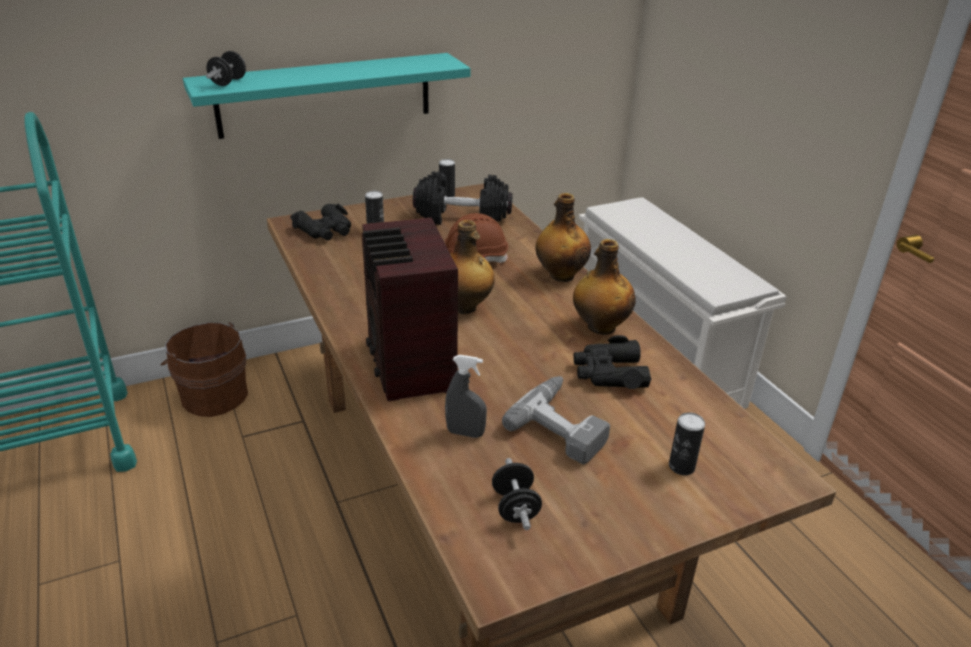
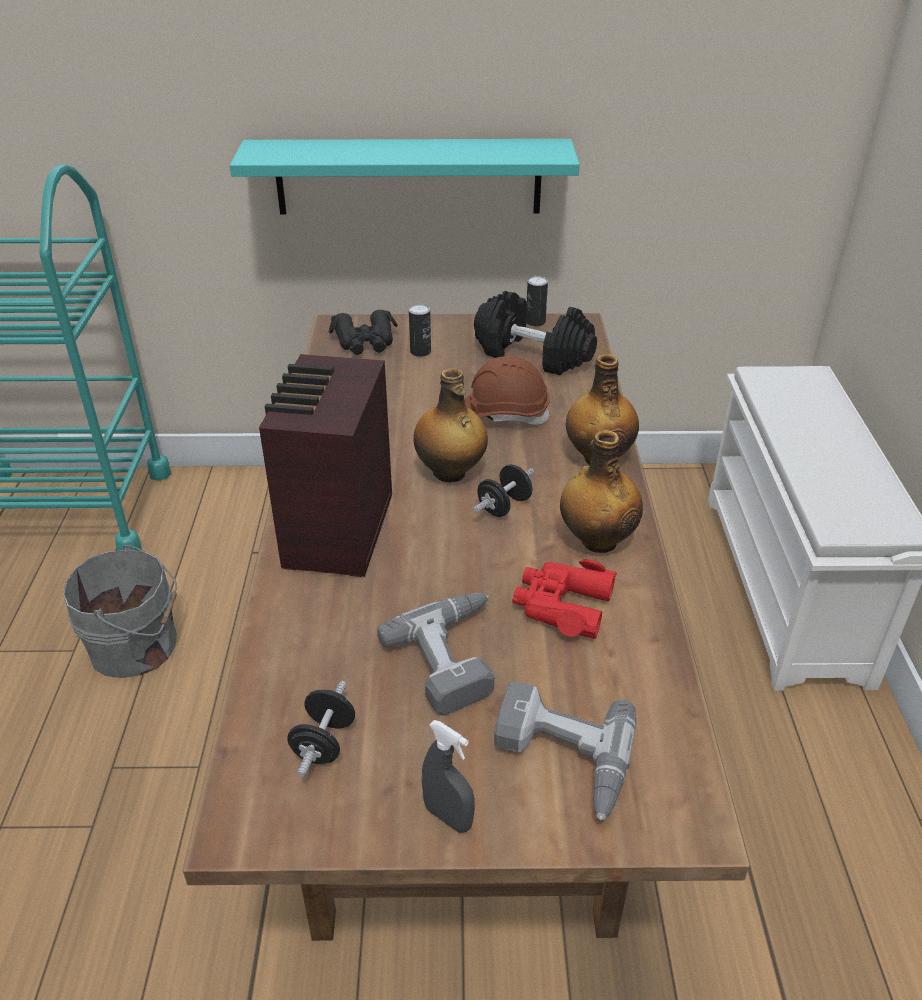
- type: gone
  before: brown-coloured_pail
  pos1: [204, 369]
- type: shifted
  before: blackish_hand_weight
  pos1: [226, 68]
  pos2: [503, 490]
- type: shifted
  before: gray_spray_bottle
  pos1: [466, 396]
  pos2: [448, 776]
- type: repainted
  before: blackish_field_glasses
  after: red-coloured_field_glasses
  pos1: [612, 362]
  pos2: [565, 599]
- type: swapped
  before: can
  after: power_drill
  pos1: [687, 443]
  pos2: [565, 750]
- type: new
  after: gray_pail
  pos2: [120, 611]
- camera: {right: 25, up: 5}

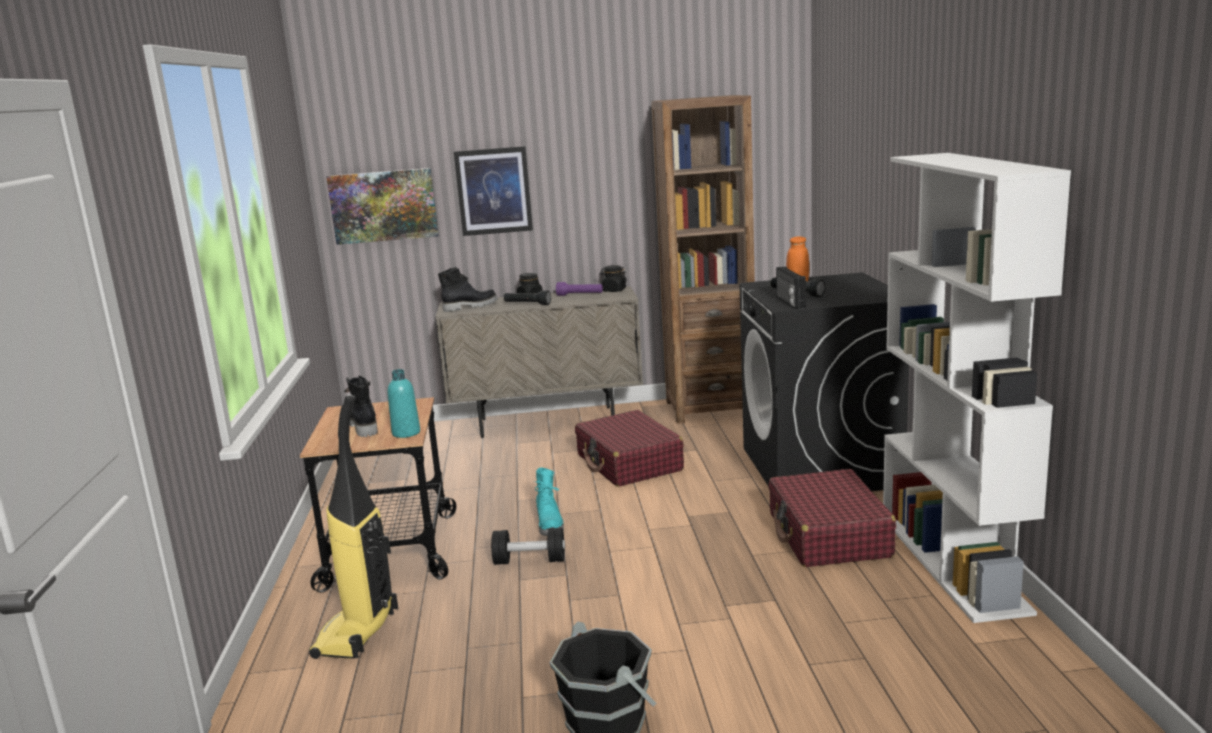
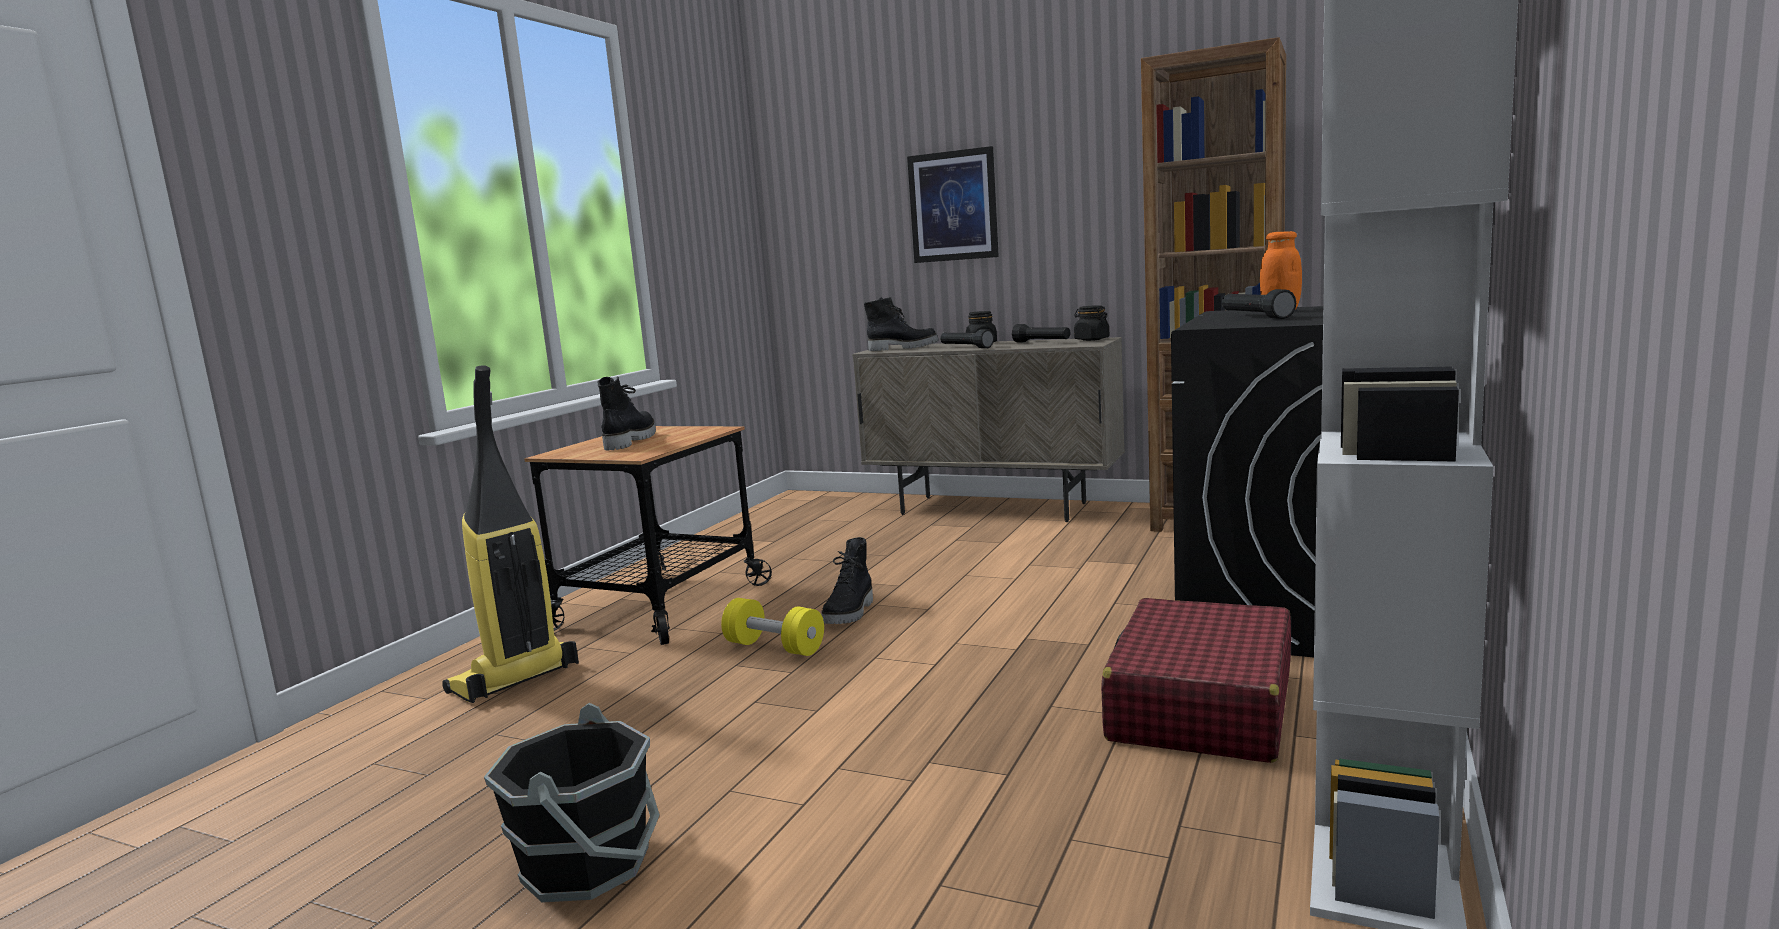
- type: gone
  before: picture
  pos1: [382, 206]
- type: gone
  before: blue-green_drink_bottle
  pos1: [404, 403]
- type: repainted
  before: blackish_hand_weight
  after: yellow_hand_weight
  pos1: [528, 546]
  pos2: [772, 627]
- type: repainted
  before: blue-green_tall_boot
  after: blackish_tall_boot
  pos1: [549, 502]
  pos2: [847, 580]
- type: repainted
  before: purple_flashlight
  after: blackish_flashlight
  pos1: [579, 289]
  pos2: [1041, 333]
- type: gone
  before: red-coloured_suitcase
  pos1: [629, 448]
- type: gone
  before: radio_set
  pos1: [791, 288]
- camera: {right: 30, up: -5}

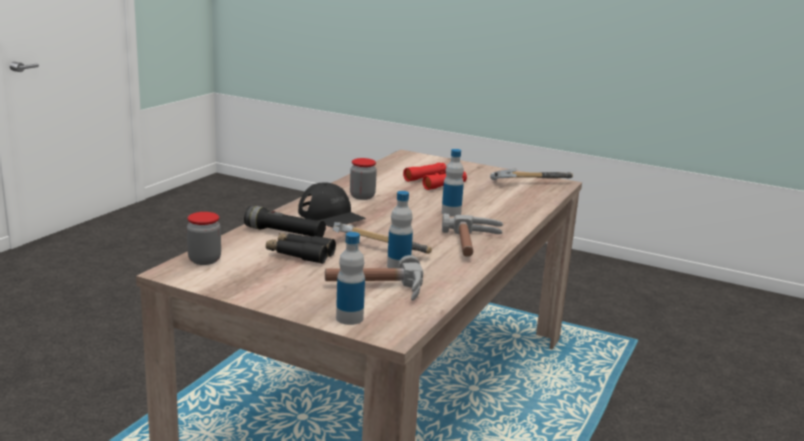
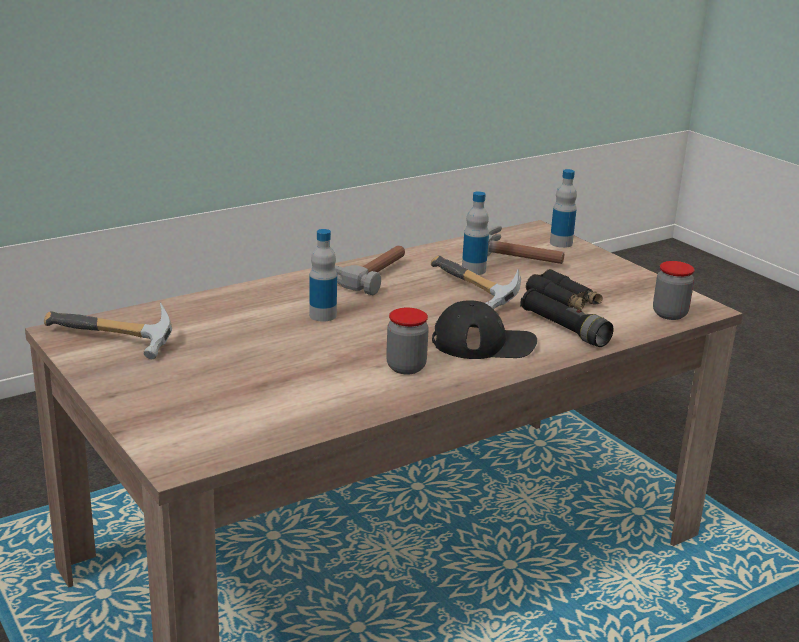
- type: rotated
  before: blackish_baseball_cap
  pos1: [332, 204]
  pos2: [484, 329]
  turn: 105
- type: gone
  before: red-coloured_field_glasses
  pos1: [435, 176]
- camera: {right: -150, up: 5}

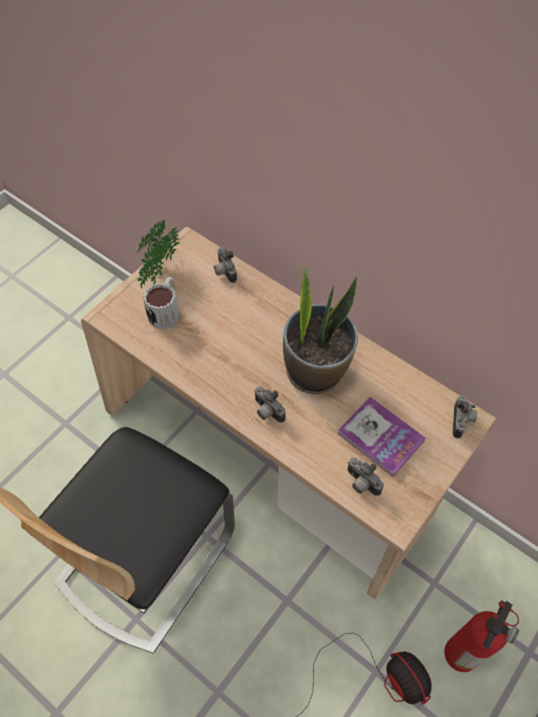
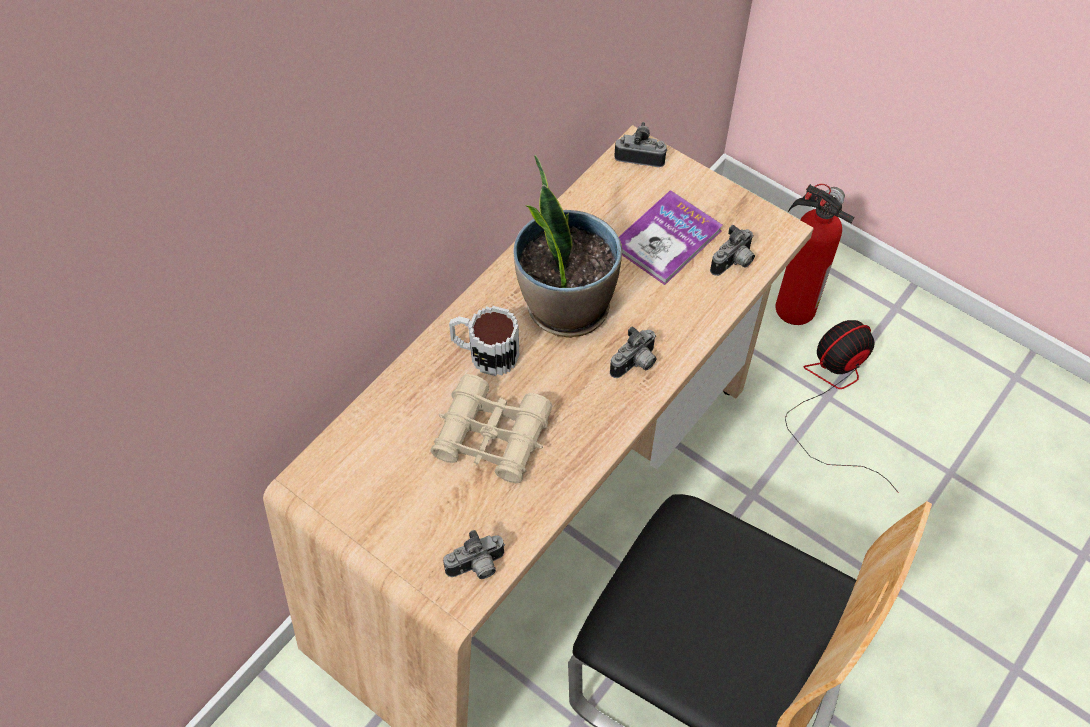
- type: gone
  before: houseplant
  pos1: [158, 254]
- type: shifted
  before: coffee_mug
  pos1: [161, 303]
  pos2: [484, 341]
- type: shifted
  before: photo_camera
  pos1: [225, 264]
  pos2: [474, 554]
- type: new
  after: beige_field_glasses
  pos2: [491, 428]
- camera: {right: -90, up: 0}

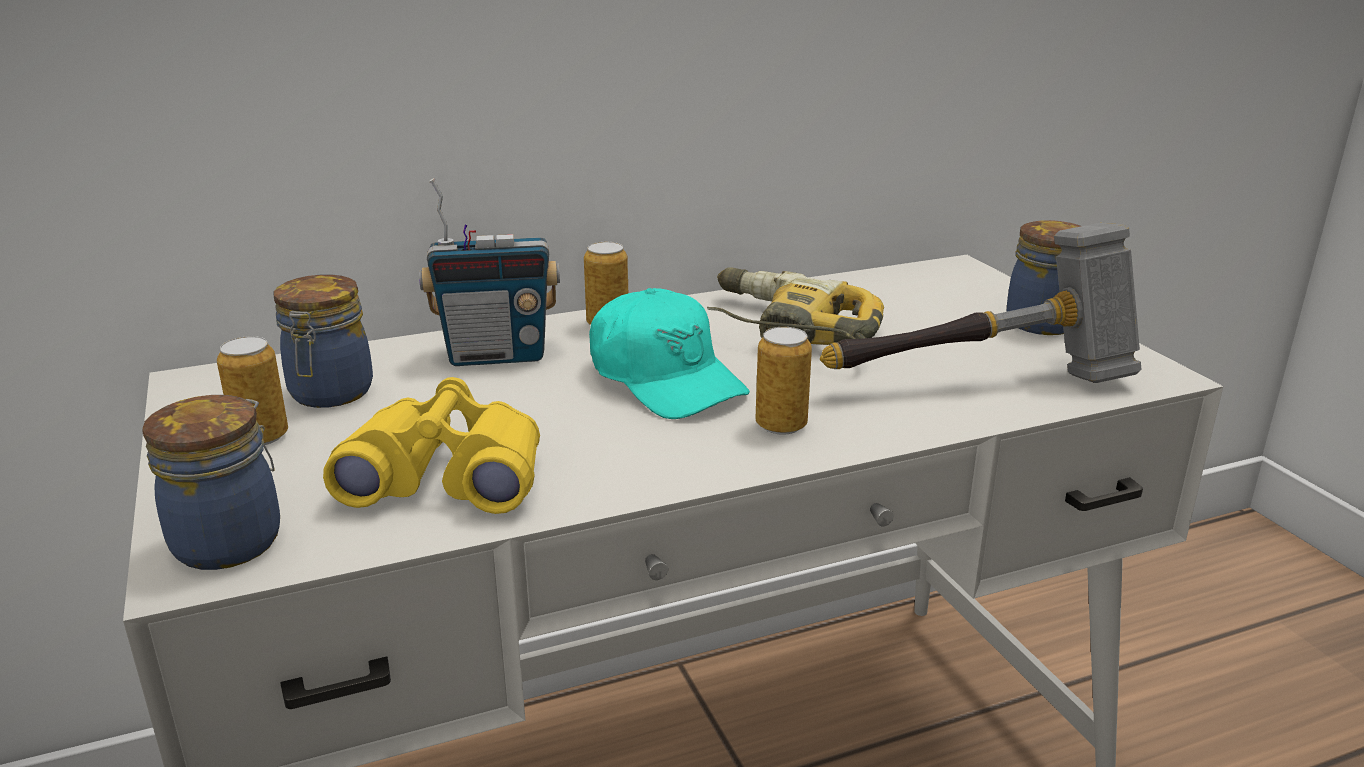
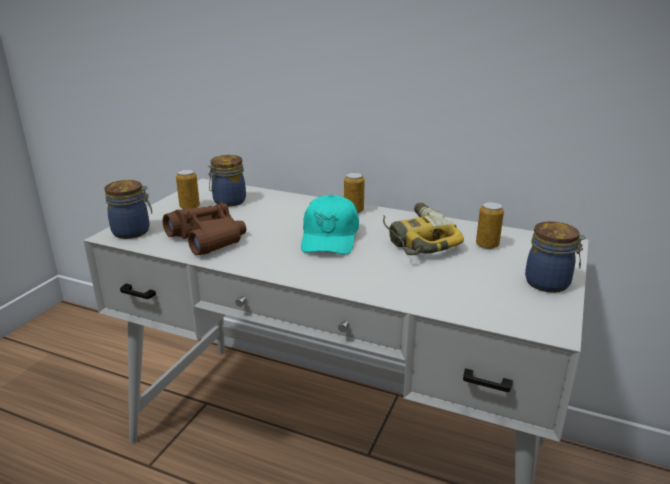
- type: repainted
  before: yellow_field_glasses
  after: brown-coloured_field_glasses
  pos1: [431, 445]
  pos2: [204, 228]
- type: gone
  before: radio_set
  pos1: [489, 272]
- type: shifted
  before: can
  pos1: [783, 381]
  pos2: [490, 225]
- type: gone
  before: hammer
  pos1: [980, 303]
- camera: {right: 45, up: 0}

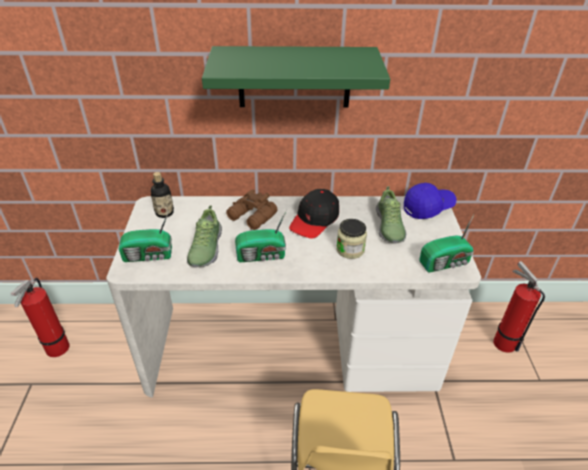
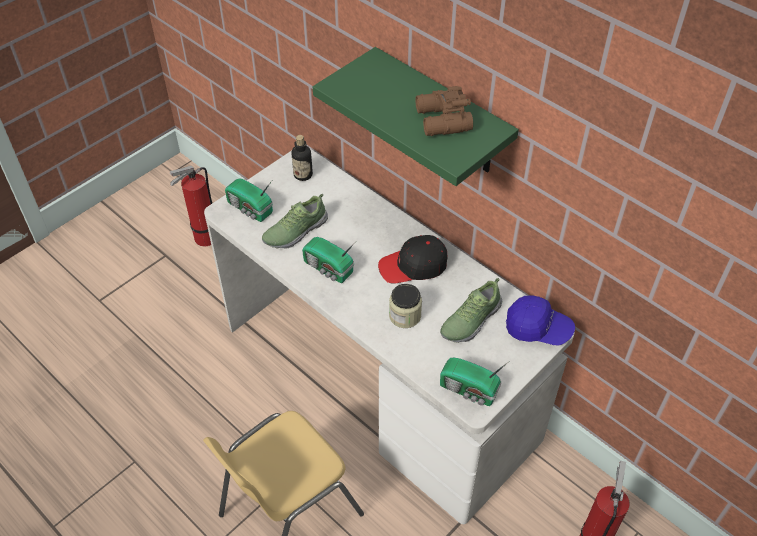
- type: shifted
  before: brown-coloured_field_glasses
  pos1: [252, 209]
  pos2: [444, 111]
- camera: {right: 45, up: 10}

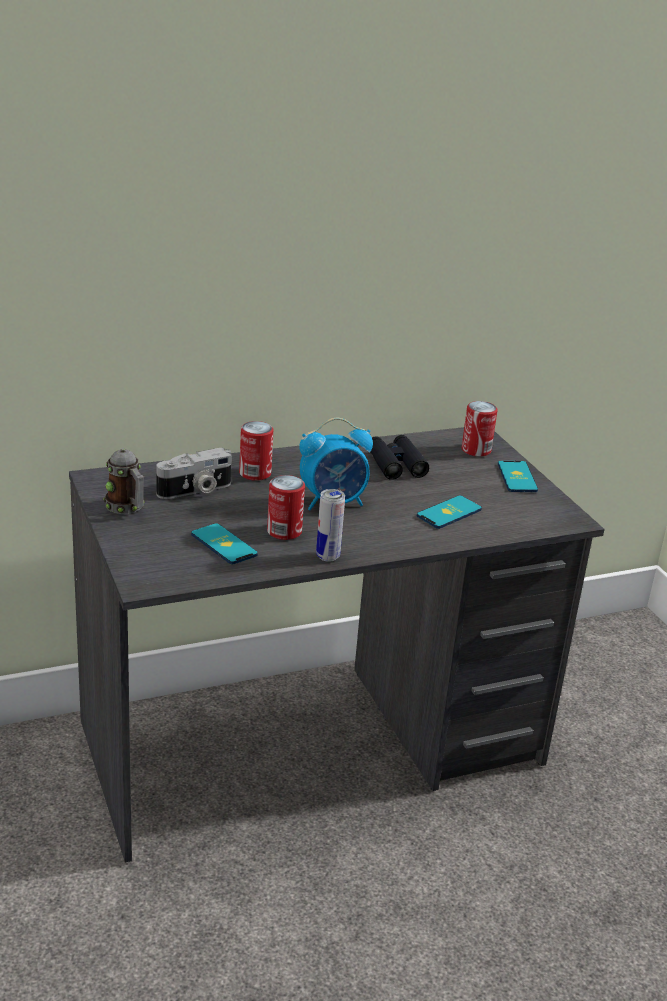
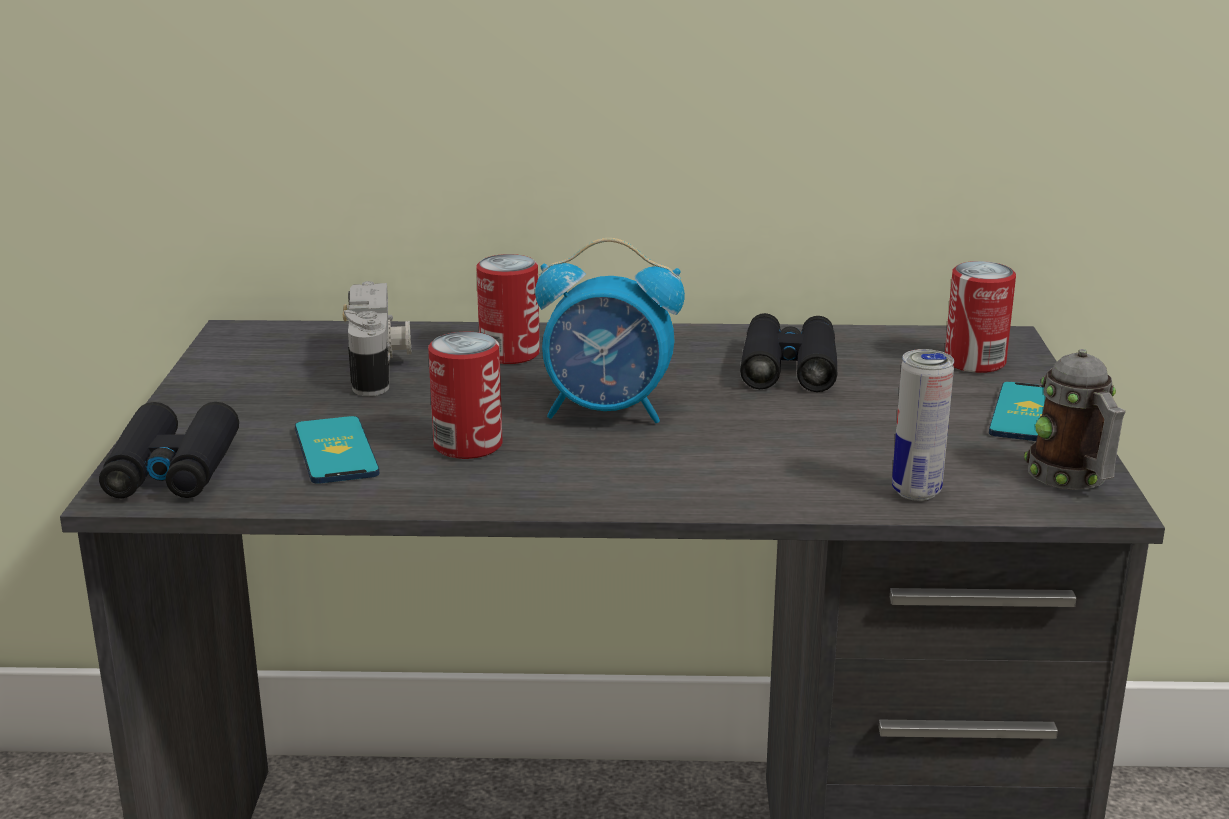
- type: shifted
  before: coffee_mug
  pos1: [124, 481]
  pos2: [1075, 419]
- type: rotated
  before: photo_camera
  pos1: [194, 473]
  pos2: [377, 338]
  turn: -90
- type: shifted
  before: can
  pos1: [330, 525]
  pos2: [923, 425]
- type: gone
  before: handset
  pos1: [449, 512]
- type: new
  after: blackish_field_glasses
  pos2: [169, 450]
- camera: {right: 25, up: -5}

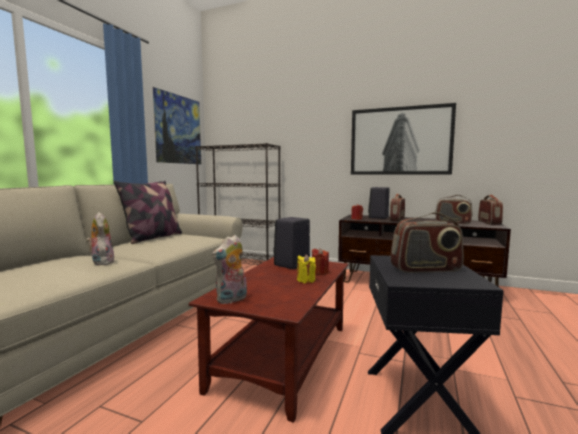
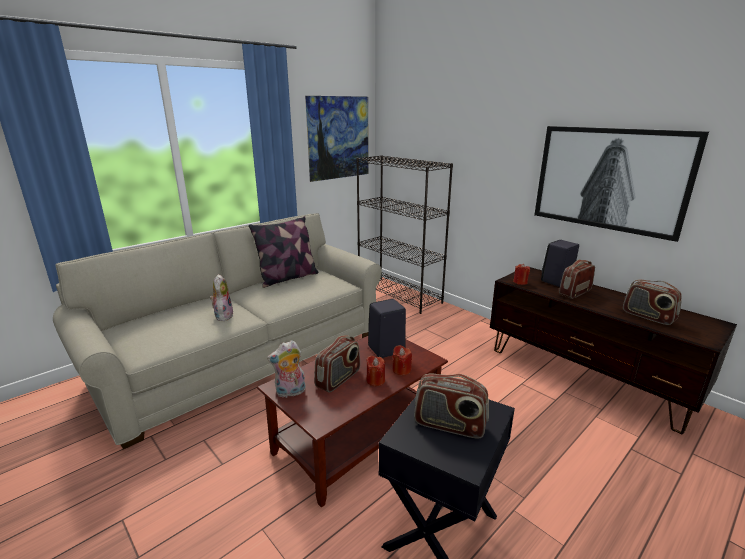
- type: repainted
  before: yellow_wax_light
  after: red-coloured_wax_light
  pos1: [306, 269]
  pos2: [375, 370]
- type: shifted
  before: radio_set
  pos1: [490, 210]
  pos2: [337, 364]
- camera: {right: 25, up: 15}

